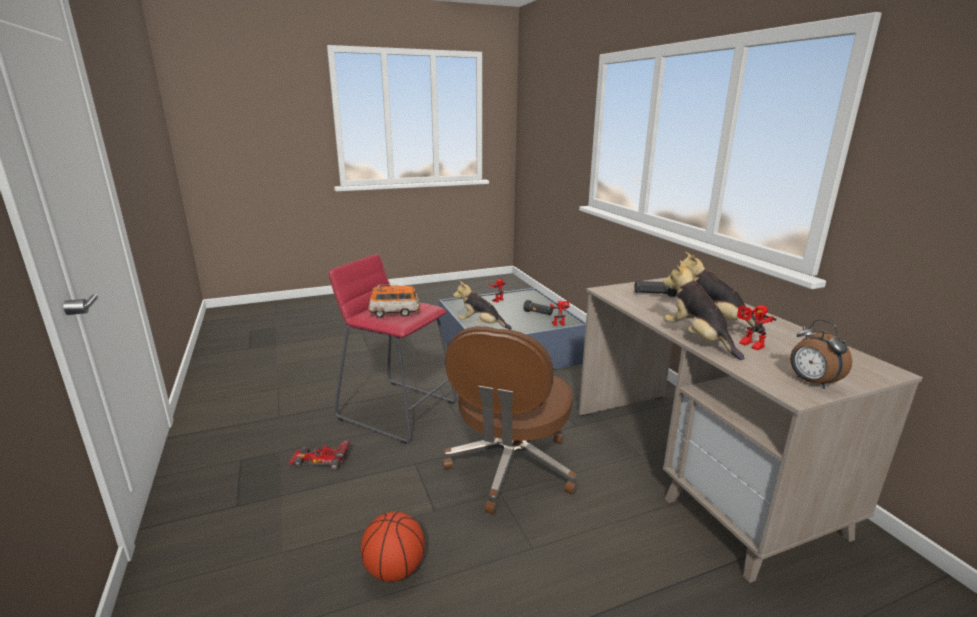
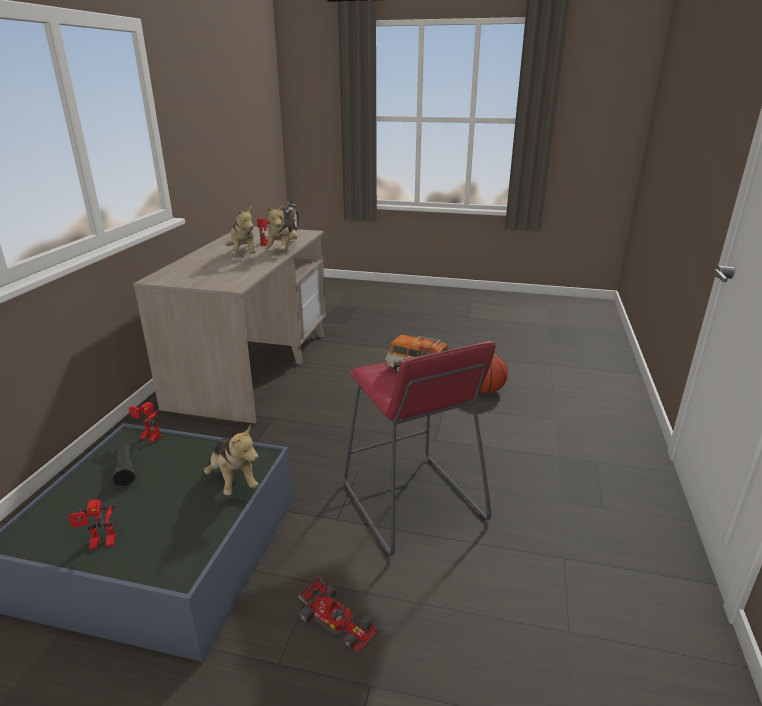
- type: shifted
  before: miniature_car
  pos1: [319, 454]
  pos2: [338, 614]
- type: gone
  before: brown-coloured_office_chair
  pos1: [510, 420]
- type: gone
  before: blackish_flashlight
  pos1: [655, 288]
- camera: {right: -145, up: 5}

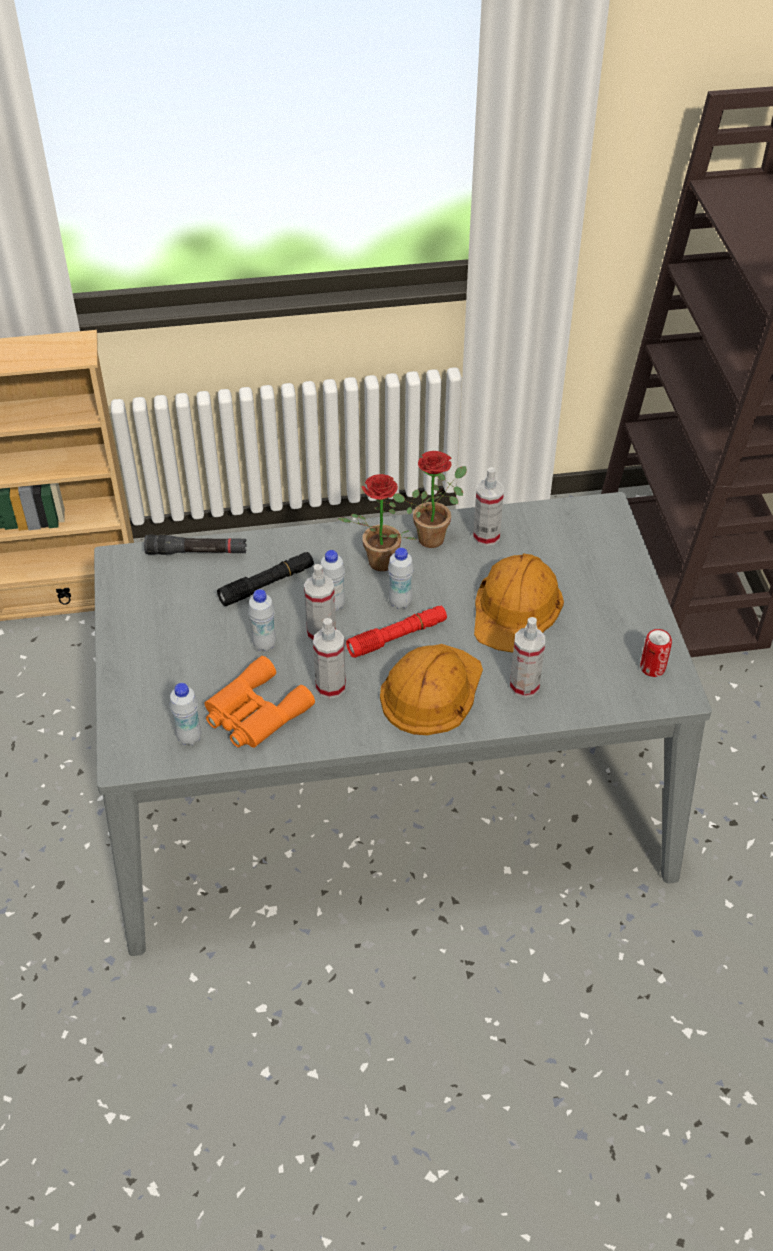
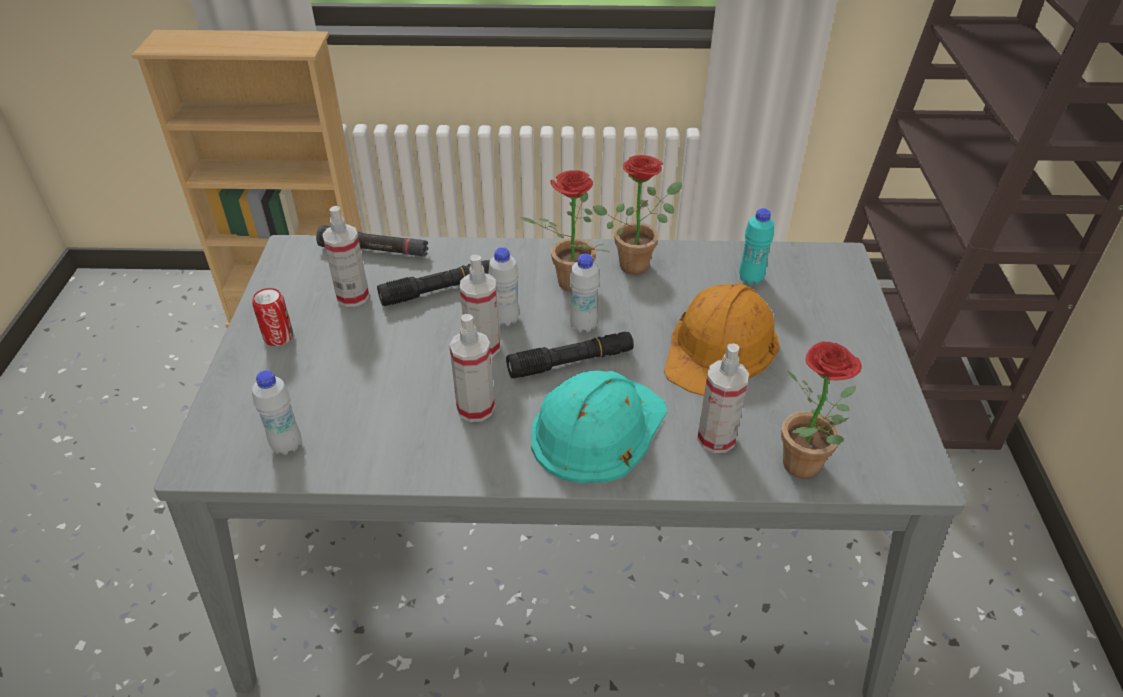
- type: gone
  before: orangey_field_glasses
  pos1: [260, 702]
- type: gone
  before: whitish_drink_bottle
  pos1: [262, 620]
- type: repainted
  before: red-coloured_flashlight
  after: blackish_flashlight
  pos1: [396, 632]
  pos2: [570, 355]
- type: repainted
  before: orangey_hard_hat
  after: blue-green_hard_hat
  pos1: [431, 689]
  pos2: [599, 427]
- type: shifted
  before: spray_bottle
  pos1: [488, 506]
  pos2: [345, 256]
- type: shifted
  before: can
  pos1: [656, 653]
  pos2: [272, 317]
- type: new
  after: blue-green_drink_bottle
  pos2: [756, 246]
- type: new
  after: houseplant
  pos2: [821, 410]
- camera: {right: 10, up: -5}

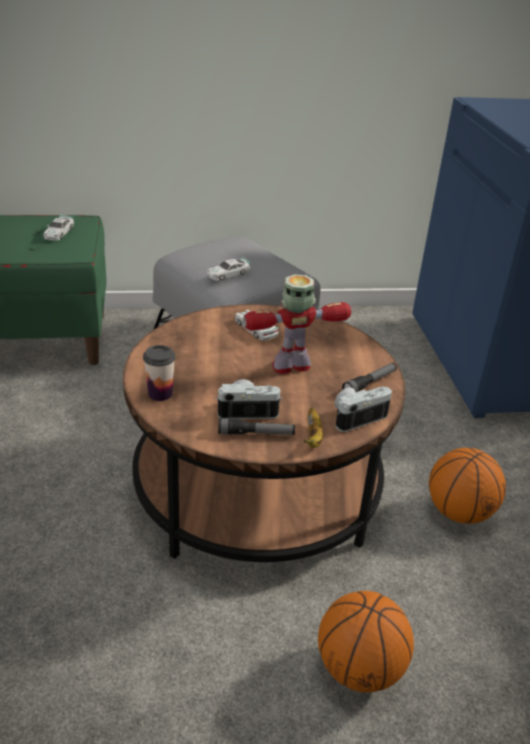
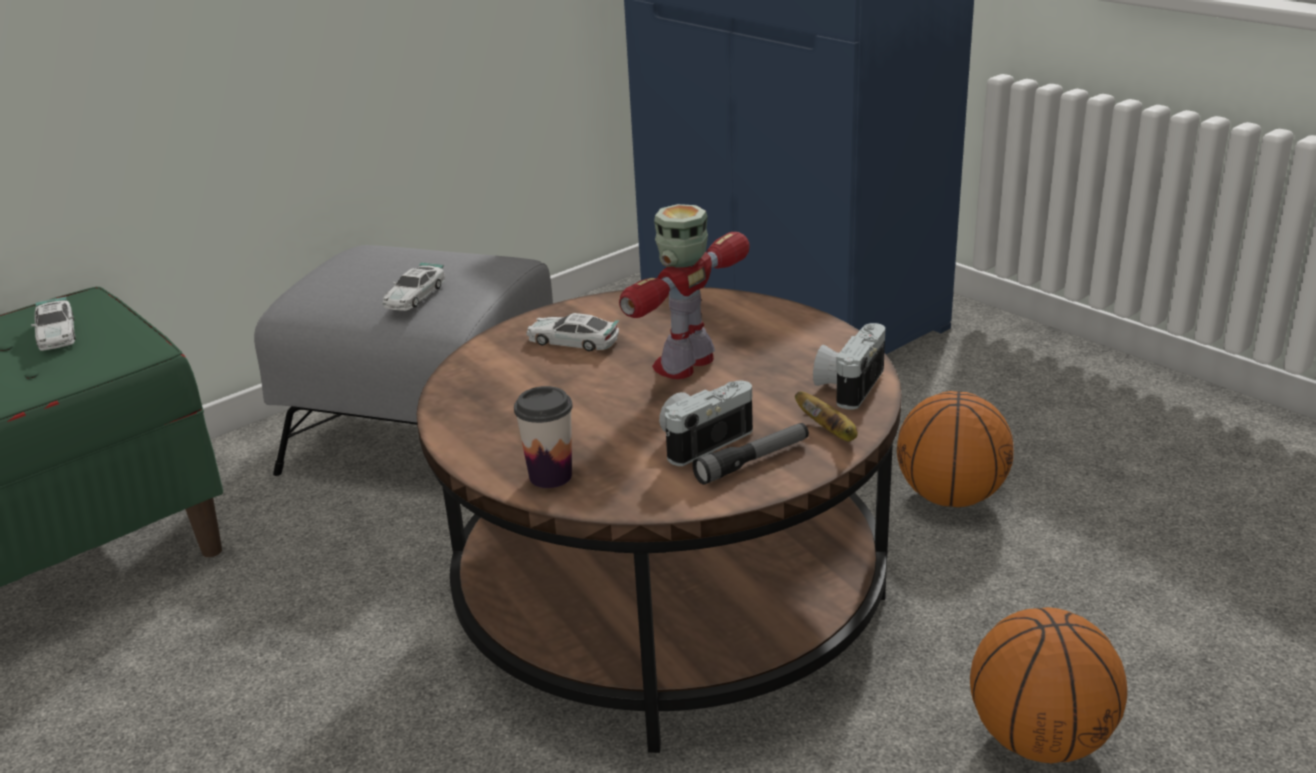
- type: gone
  before: flashlight
  pos1: [369, 377]
- camera: {right: -30, up: -5}

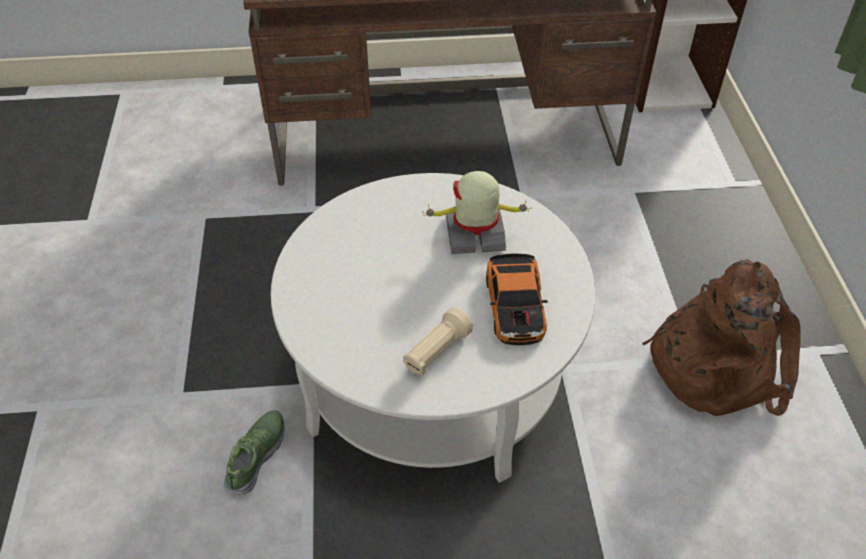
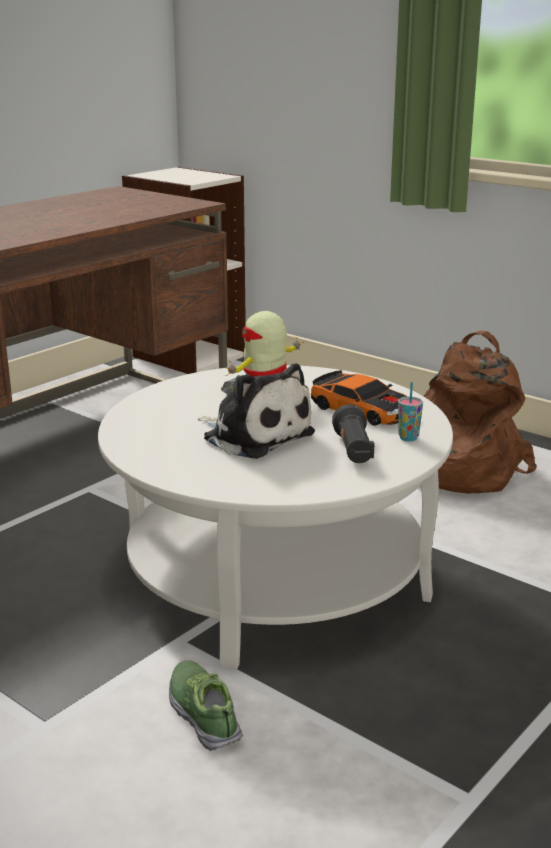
- type: repainted
  before: beige_flashlight
  after: blackish_flashlight
  pos1: [438, 342]
  pos2: [353, 433]
- type: new
  after: soft_toy
  pos2: [256, 411]
- type: new
  after: drinking_cup
  pos2: [410, 412]
- camera: {right: -45, up: -25}

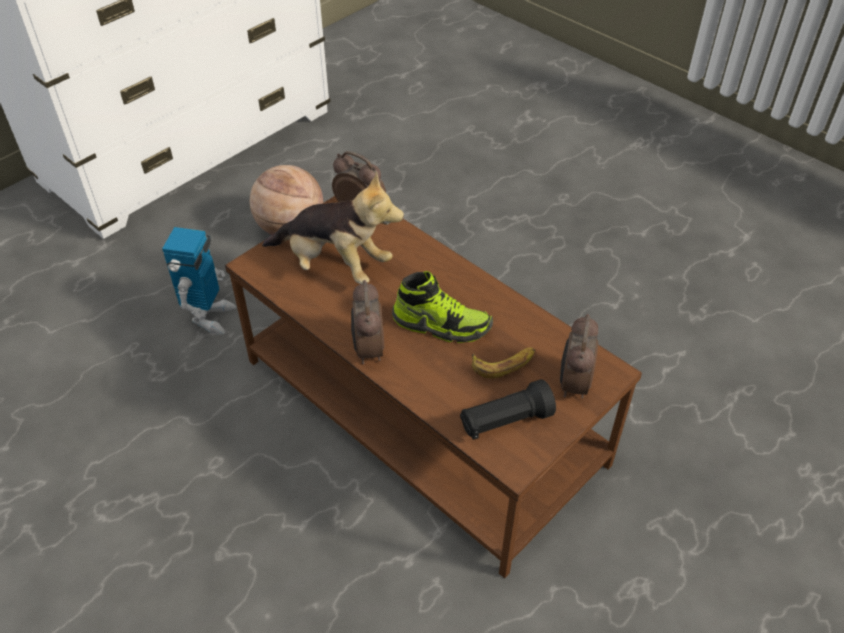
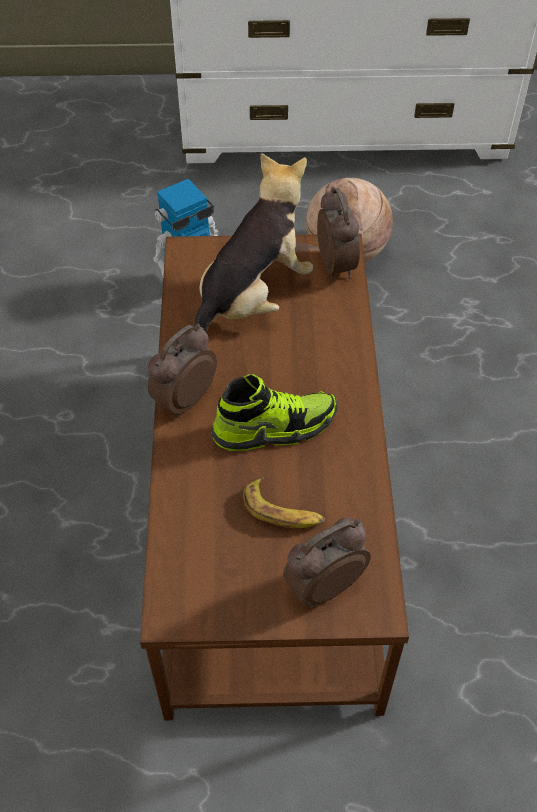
- type: rotated
  before: soft_toy
  pos1: [333, 227]
  pos2: [253, 243]
  turn: -120
- type: rotated
  before: low_shoe
  pos1: [442, 307]
  pos2: [274, 412]
  turn: -75
- type: gone
  before: blackish_flashlight
  pos1: [508, 409]
- camera: {right: 45, up: 5}

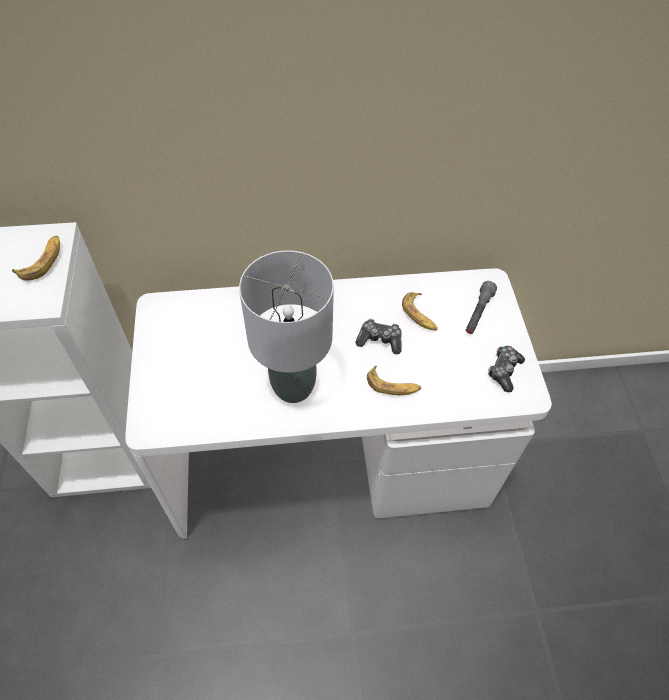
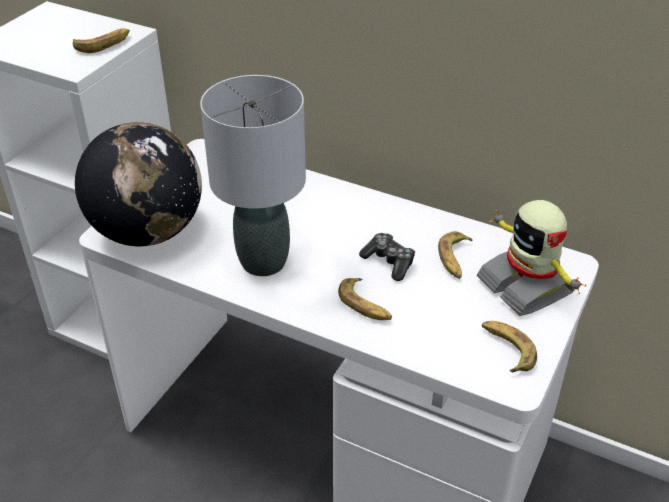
- type: swapped
  before: gray_flashlight
  after: toy_robot
  pos1: [481, 307]
  pos2: [531, 258]
- type: swapped
  before: game_controller
  after: banana
  pos1: [506, 369]
  pos2: [509, 346]
- type: new
  after: globe
  pos2: [138, 184]
- camera: {right: 35, up: -15}

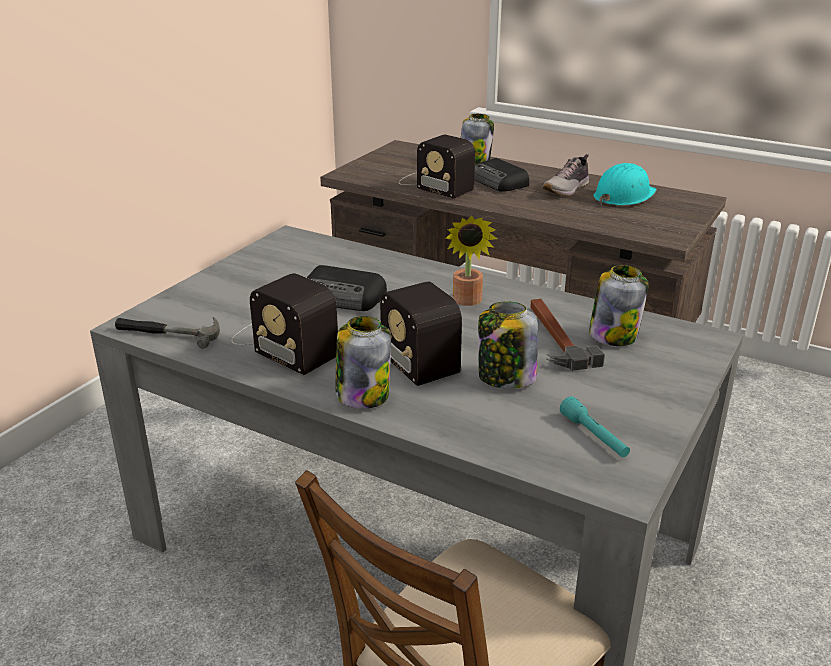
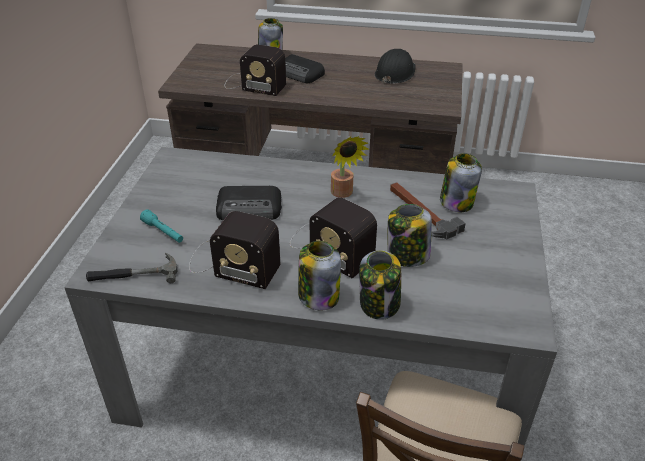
- type: gone
  before: low_shoe
  pos1: [565, 175]
- type: shifted
  before: blue-green_flashlight
  pos1: [595, 426]
  pos2: [161, 226]
- type: repainted
  before: blue-green_hard_hat
  after: blackish_hard_hat
  pos1: [625, 184]
  pos2: [395, 67]
- type: new
  after: jar
  pos2: [380, 285]
- camera: {right: -20, up: 10}

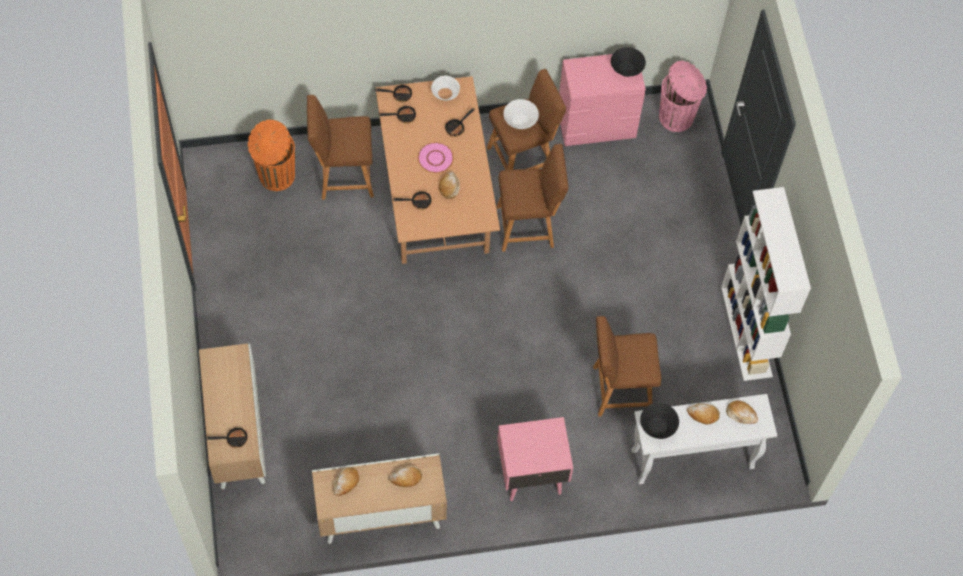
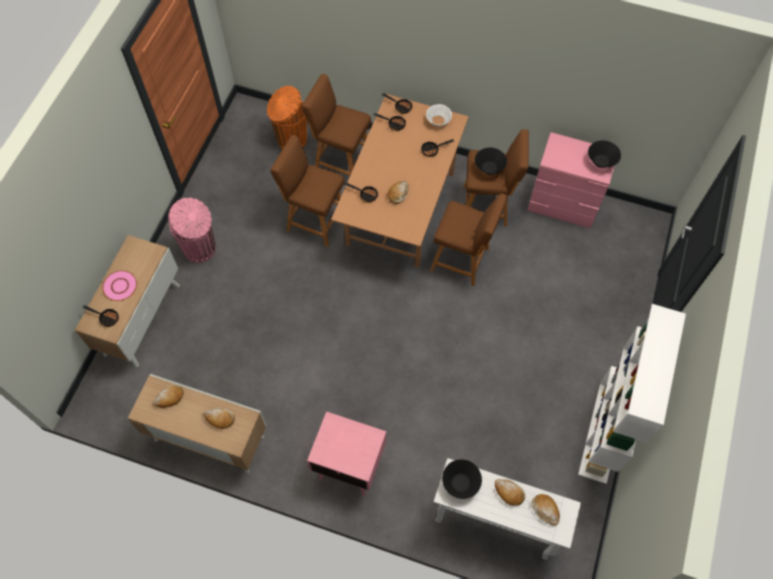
- type: shifted
  before: pink-coloured_dinner_plate
  pos1: [436, 157]
  pos2: [119, 285]
- type: repainted
  before: whitish_bowl
  after: blackish_bowl
  pos1: [521, 114]
  pos2: [491, 161]
- type: shifted
  before: brown-coloured_sitting_stool
  pos1: [627, 366]
  pos2: [307, 191]
- type: shifted
  before: pink-coloured_rubbish_bin
  pos1: [683, 96]
  pos2: [192, 230]
- camera: {right: 30, up: 0}

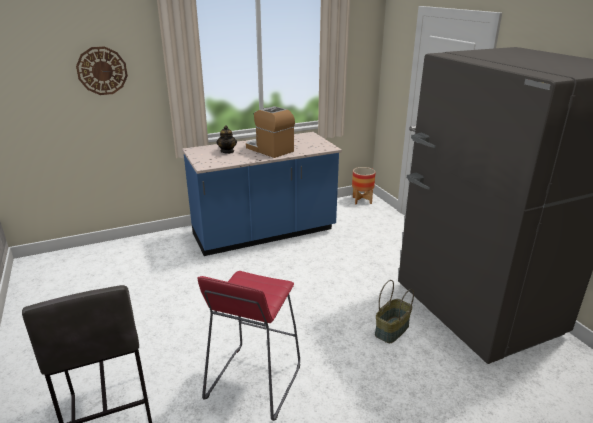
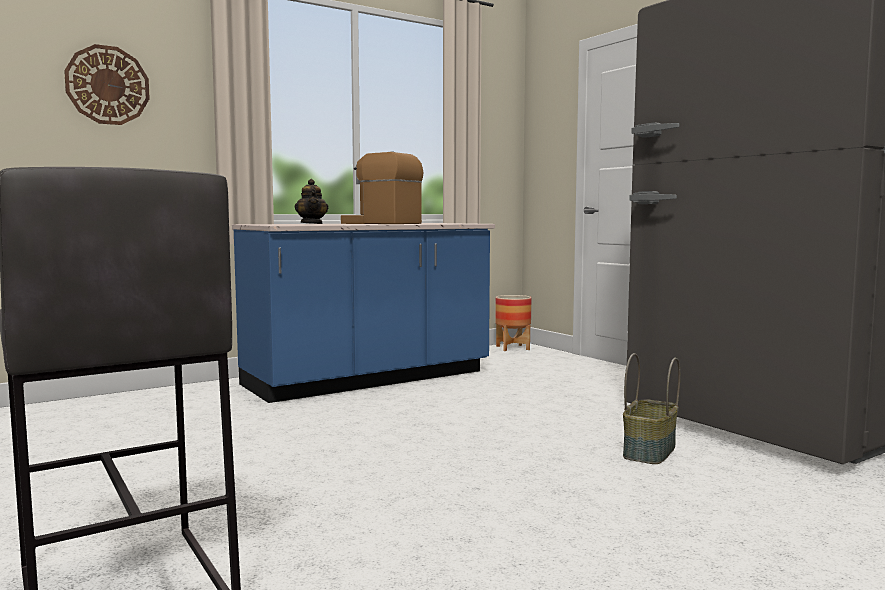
- type: gone
  before: red-coloured_sitting_stool
  pos1: [248, 346]
- camera: {right: -10, up: -20}

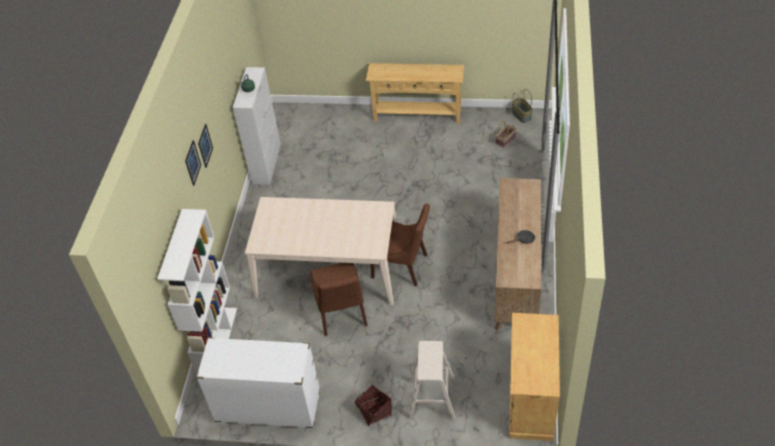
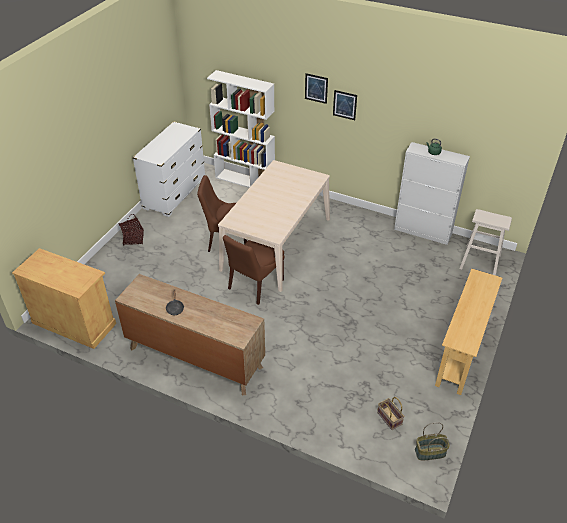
- type: shifted
  before: beige_sitting_stool
  pos1: [432, 380]
  pos2: [485, 242]
- camera: {right: 105, up: -5}

